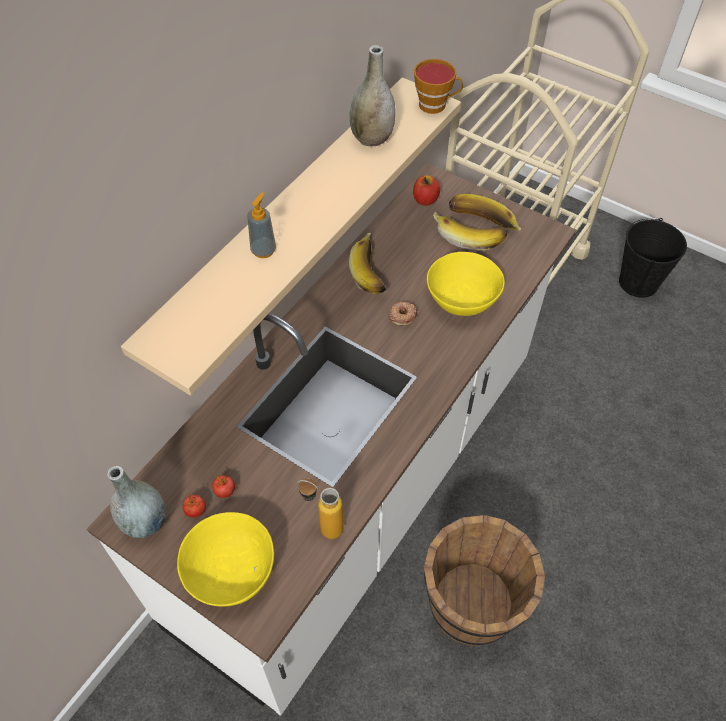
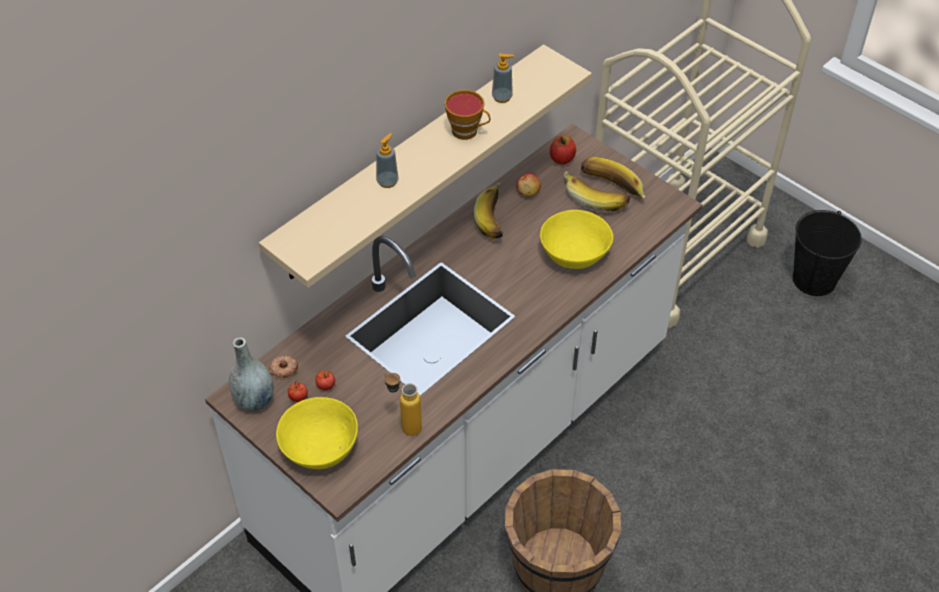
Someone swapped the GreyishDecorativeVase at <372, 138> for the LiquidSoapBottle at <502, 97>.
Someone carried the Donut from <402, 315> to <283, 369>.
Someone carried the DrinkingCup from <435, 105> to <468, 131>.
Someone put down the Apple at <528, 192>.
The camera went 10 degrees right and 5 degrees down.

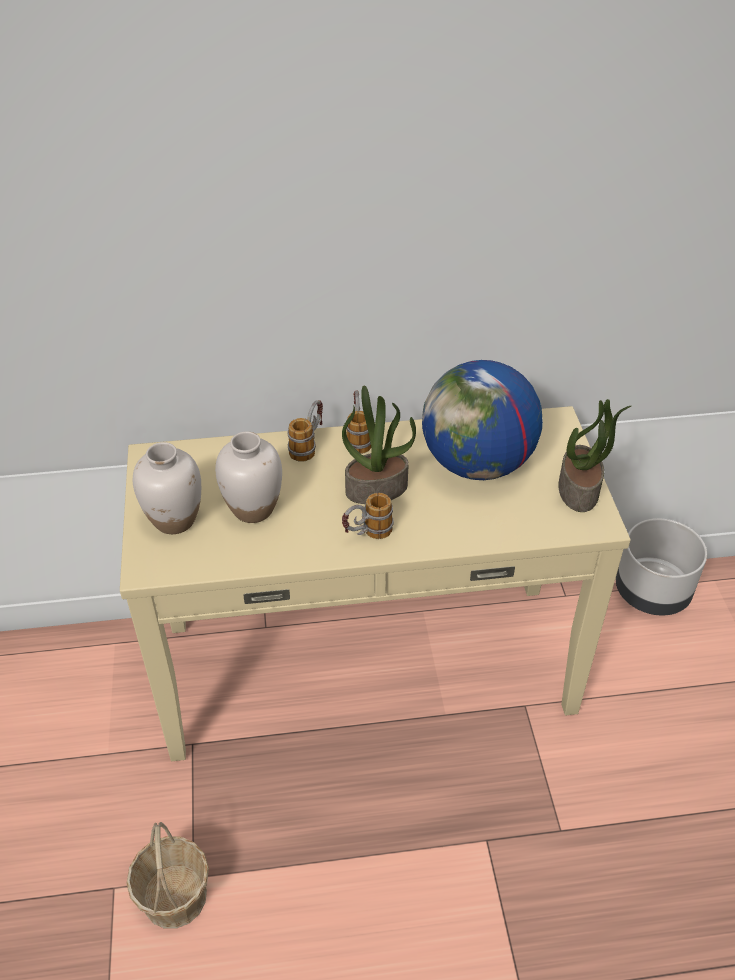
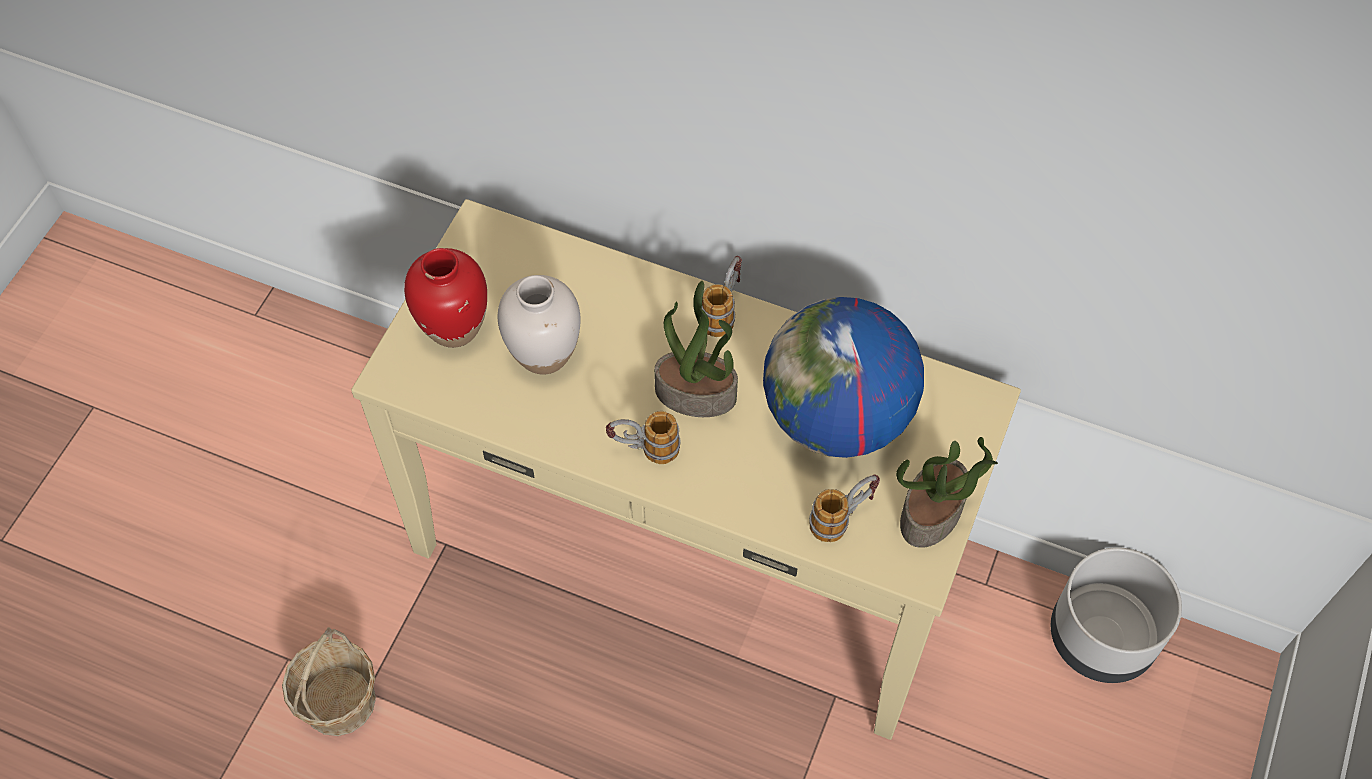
Someone repainted the WhitishDecorativeVase at <175, 520>, which became the RedColouredDecorativeVase at <455, 327>.
Someone carried the Mug from <308, 445> to <842, 517>.
The camera went 30 degrees right and 15 degrees up.

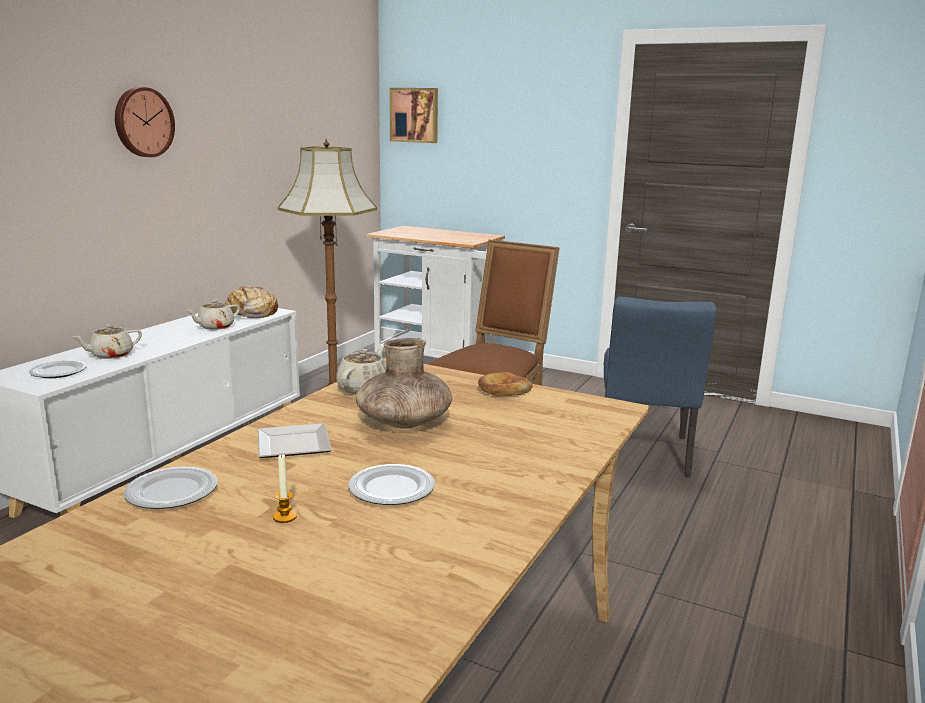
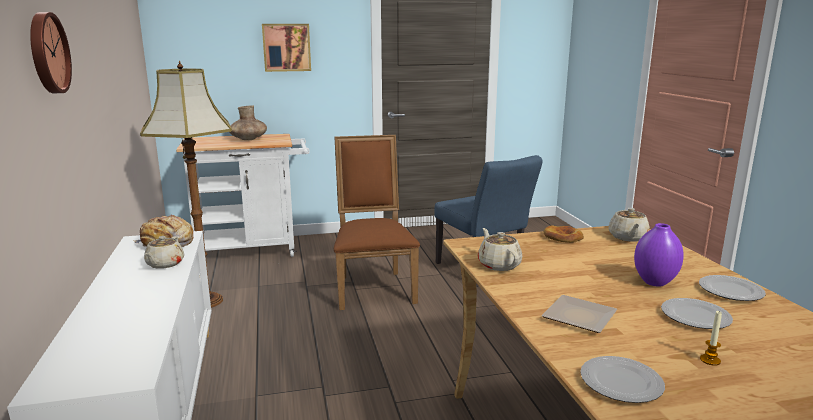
Someone carried the Plate from <58, 372> to <731, 291>.
Someone carried the BeigeColouredTeaPot from <111, 355> to <628, 237>.
Someone carried the BrownishDecorativeVase from <404, 422> to <248, 139>.
Someone carried the WallArt from <415, 115> to <286, 47>.
Someone put down the PurpleColouredDecorativeVase at <654, 282>.
The camera went 40 degrees left and 0 degrees up.

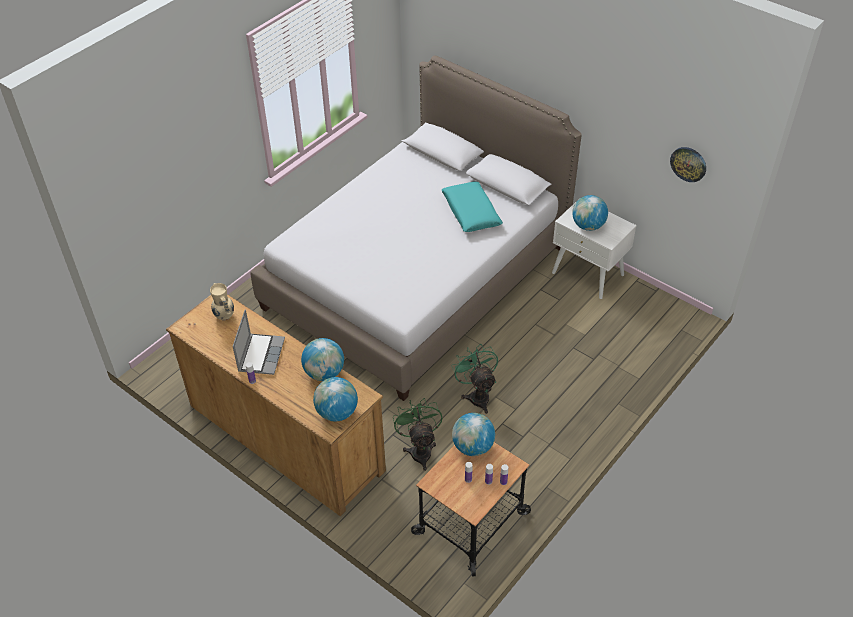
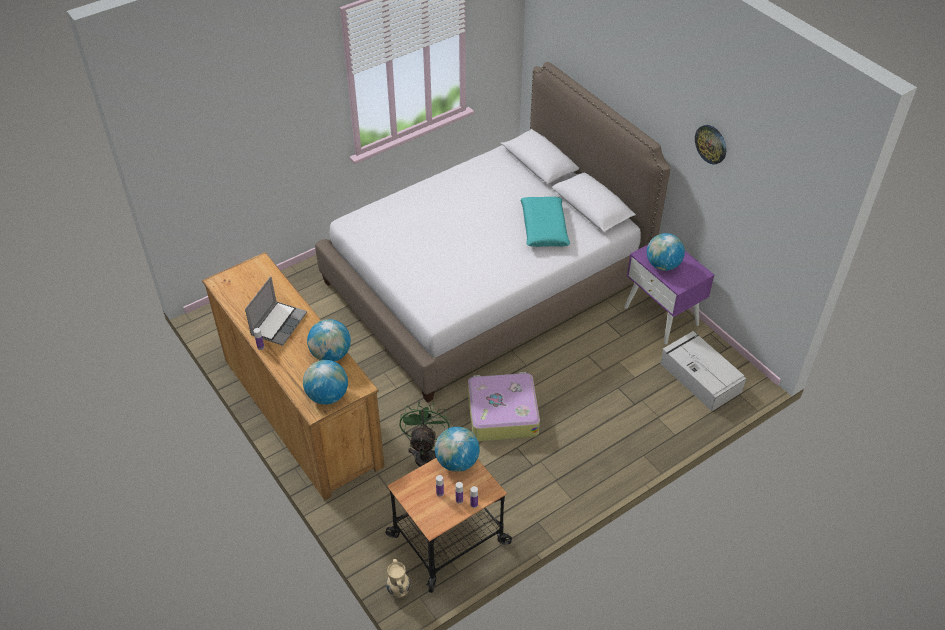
Someone carried the BeigeColouredDecorativeVase from <224, 316> to <398, 591>.
Someone swapped the GreenColouredElectricFan at <477, 395> for the TravelCase at <502, 413>.
Someone repainted the WhitishNightTable at <588, 273>, which became the PurpleColouredNightTable at <662, 316>.
Someone carried the WallClock from <688, 164> to <711, 144>.
Someone put down the GreyishStorageContainer at <699, 376>.
The camera went 15 degrees right and 0 degrees up.

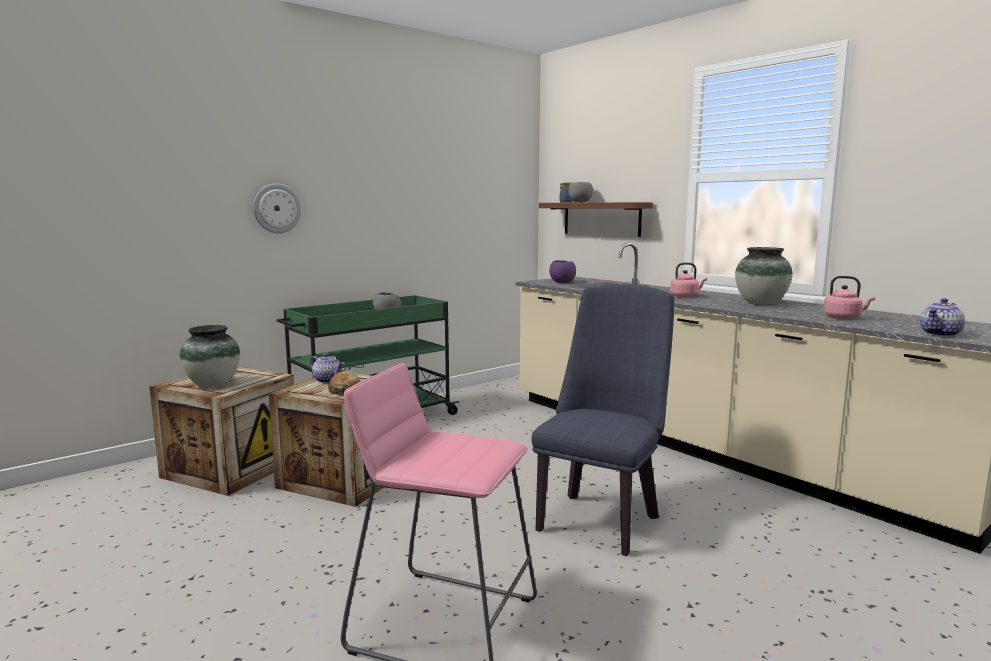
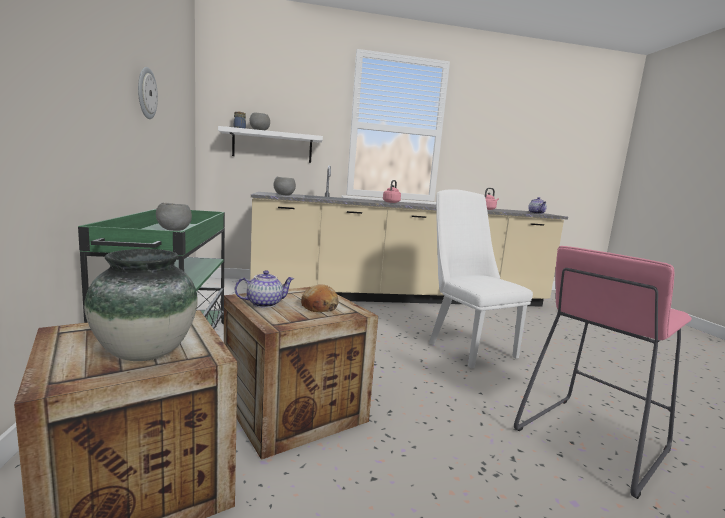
Someone carried the WallClock from <277, 208> to <146, 93>.
Someone repainted the BlueColouredChair at <601, 518>, which became the WhitishChair at <466, 347>.
Someone repainted the BrownishShelf at <601, 218>, which became the WhitishShelf at <272, 146>.
Someone repainted the PurpleColouredDeepDish at <562, 282>, which became the GreyishDeepDish at <284, 195>.
Someone took away the DecorativeVase at <760, 303>.
The camera went 60 degrees left and 0 degrees up.

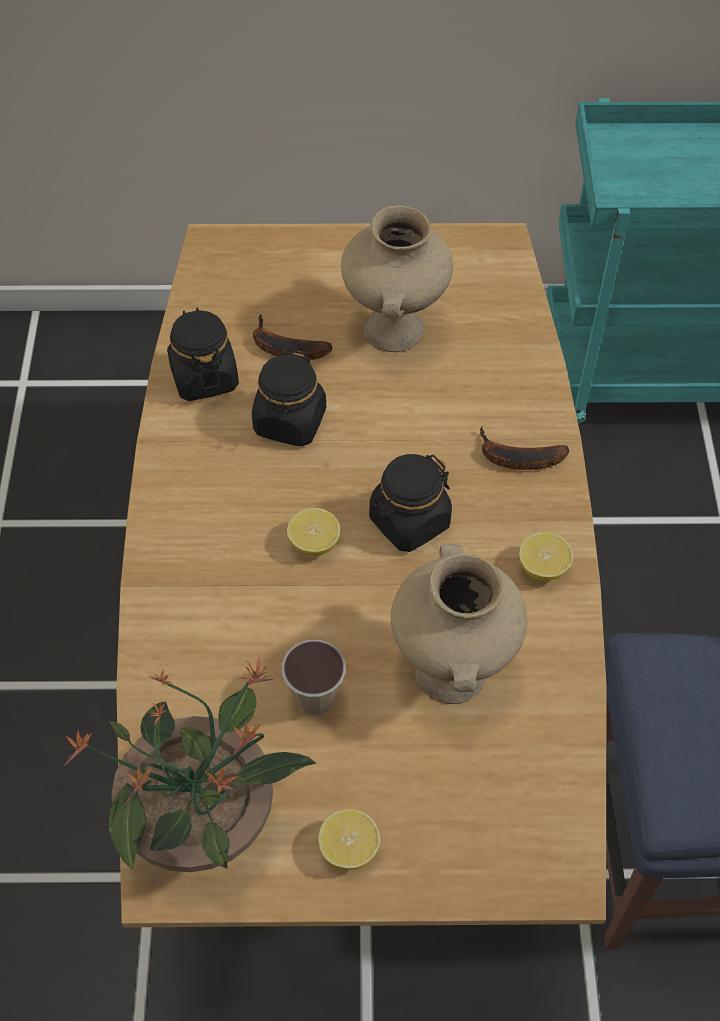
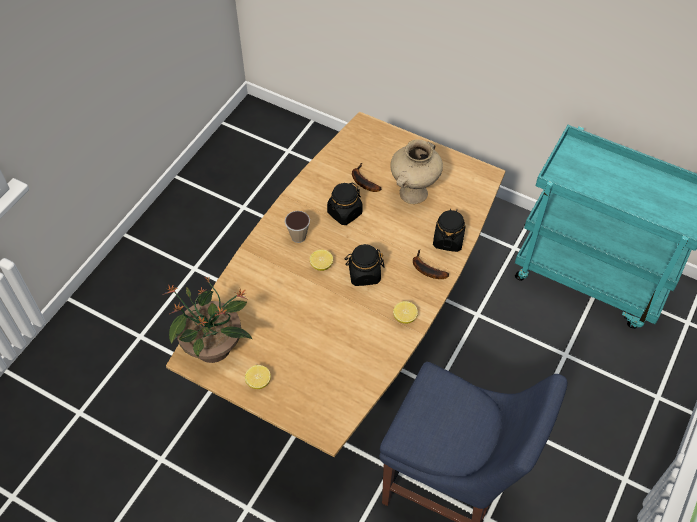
Someone carried the BlackColouredStorageJar from <204, 377> to <448, 240>.
Someone carried the DrinkingCup from <315, 699> to <298, 237>.
Someone took away the BeigeColouredDecorativeVase at <453, 673>.
The camera went 30 degrees right and 0 degrees up.

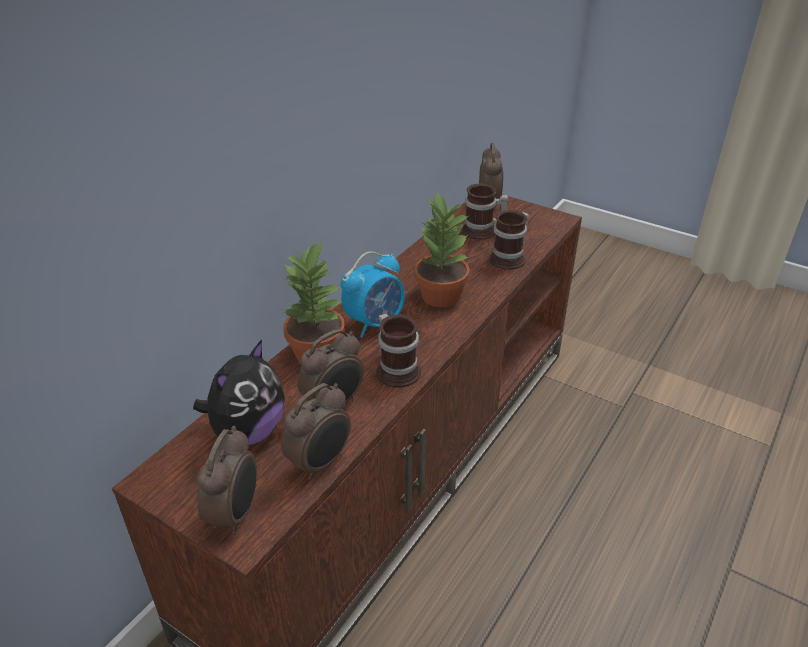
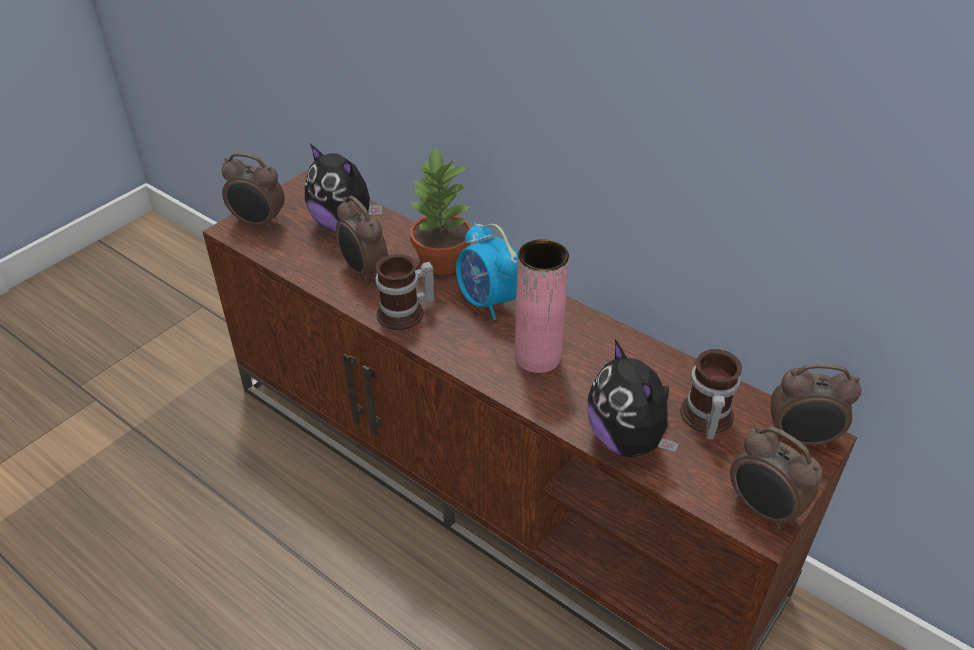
Someone carried the AlarmClock from <321, 463> to <762, 510>.
Someone swapped the Houseplant at <439, 295> for the PinkColouredDecorativeVase at <537, 357>.
Someone swapped the Mug at <510, 258> for the CuddlyToy at <628, 439>.
The camera went 95 degrees right and 5 degrees up.

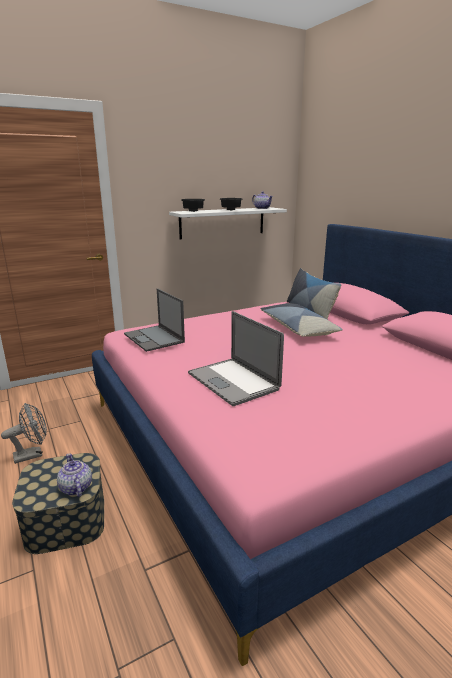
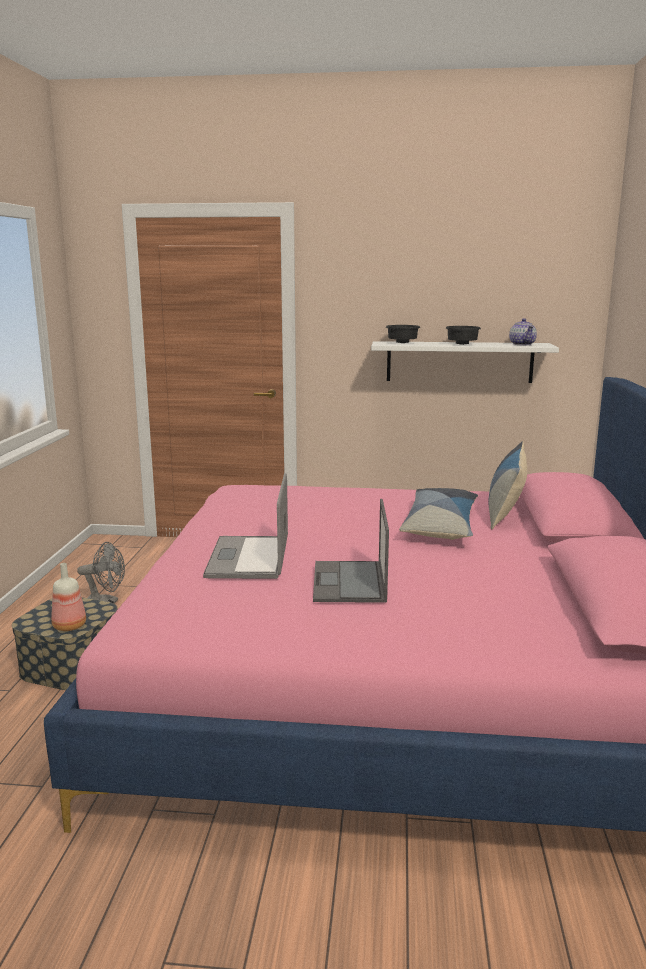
Someone swapped the TeaPot at <75, 488> for the DrinkBottle at <68, 626>.
Someone carried the Laptop from <154, 338> to <349, 582>.
The camera went 35 degrees right and 5 degrees down.

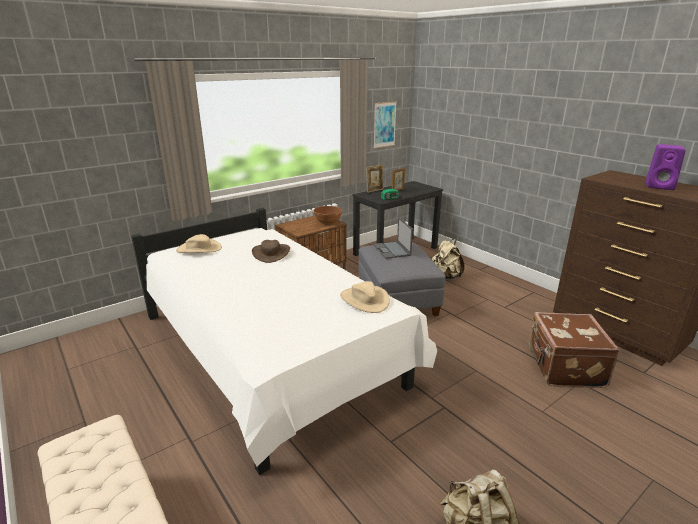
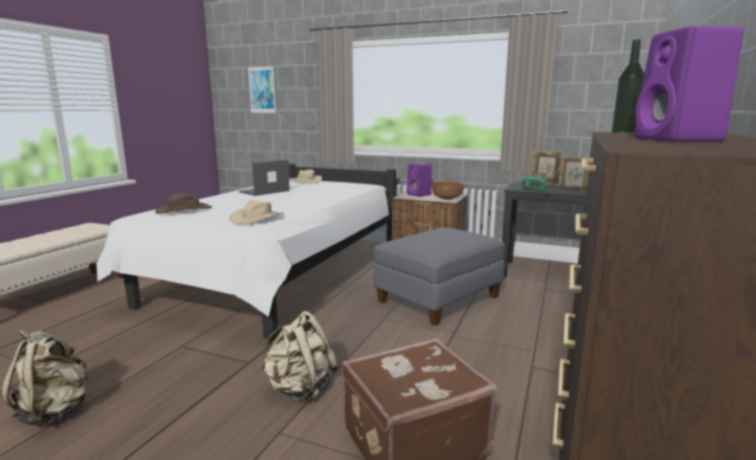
Someone carried the BrownishWearableHat from <271, 253> to <184, 210>.
Someone carried the WallArt from <384, 124> to <262, 90>.
Someone carried the Laptop from <392, 250> to <264, 191>.
Someone carried the BeigeColouredKnapsack from <445, 277> to <300, 389>.
Someone put down the PurpleColouredAudioSpeaker at <420, 195>.
Someone put down the DrinkBottle at <624, 133>.
The camera went 60 degrees right and 10 degrees down.

